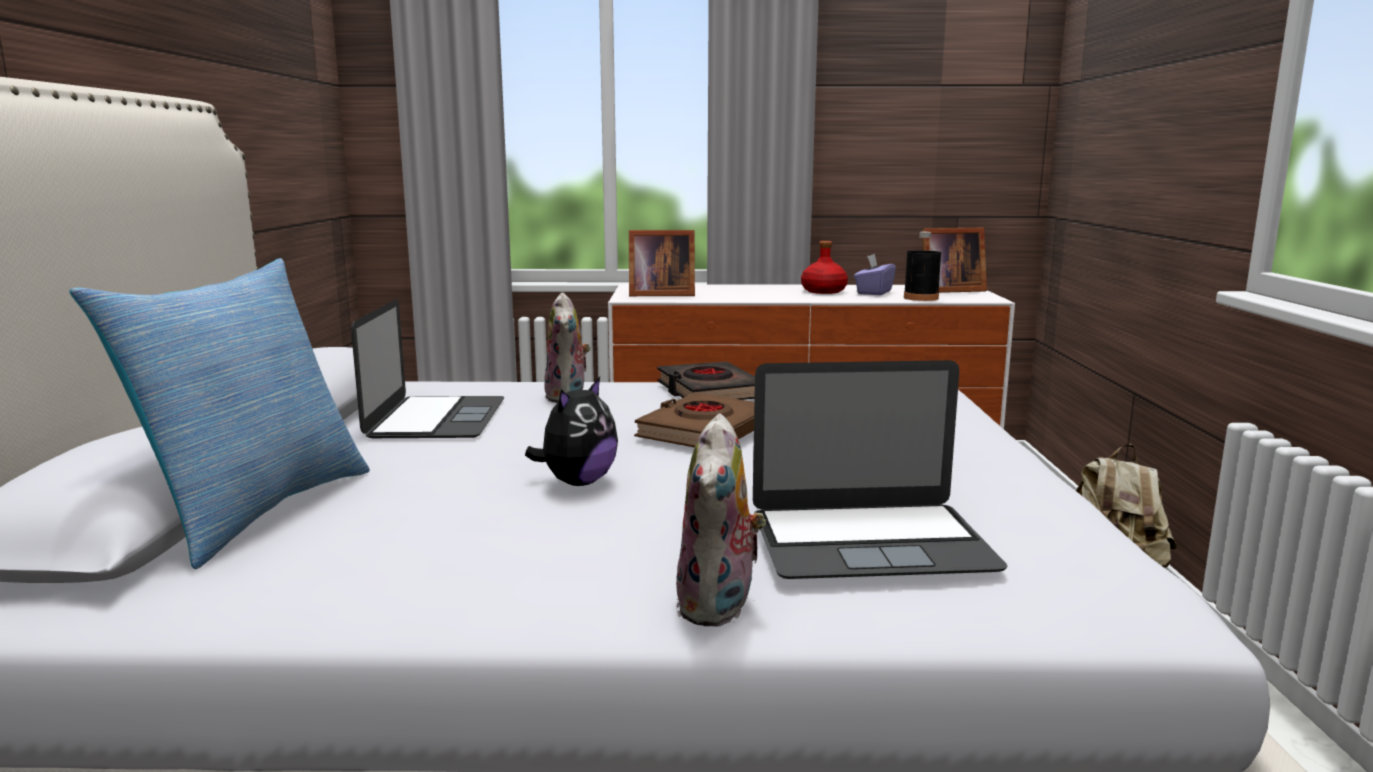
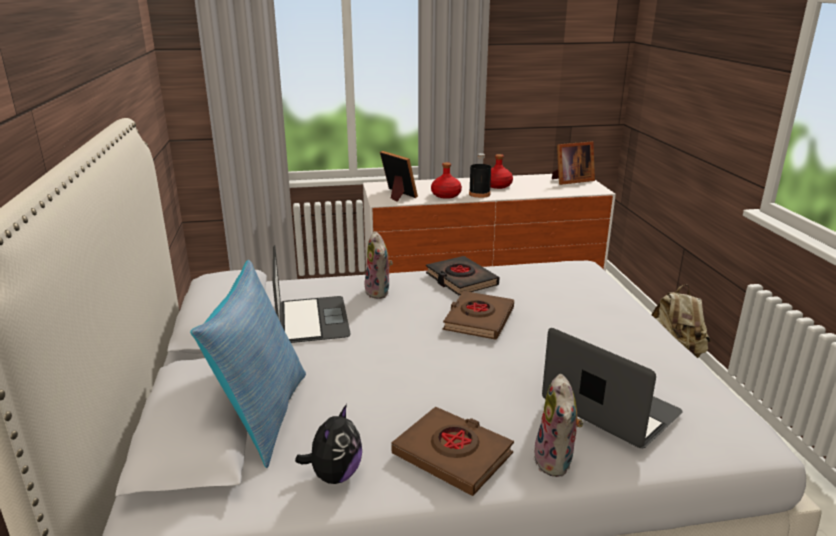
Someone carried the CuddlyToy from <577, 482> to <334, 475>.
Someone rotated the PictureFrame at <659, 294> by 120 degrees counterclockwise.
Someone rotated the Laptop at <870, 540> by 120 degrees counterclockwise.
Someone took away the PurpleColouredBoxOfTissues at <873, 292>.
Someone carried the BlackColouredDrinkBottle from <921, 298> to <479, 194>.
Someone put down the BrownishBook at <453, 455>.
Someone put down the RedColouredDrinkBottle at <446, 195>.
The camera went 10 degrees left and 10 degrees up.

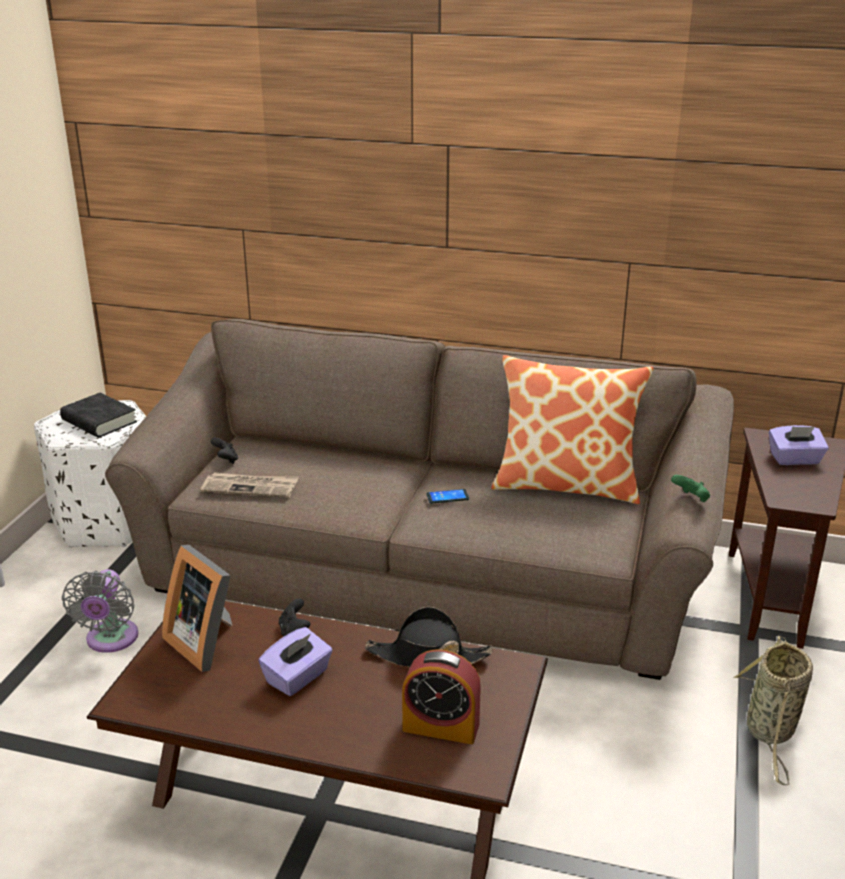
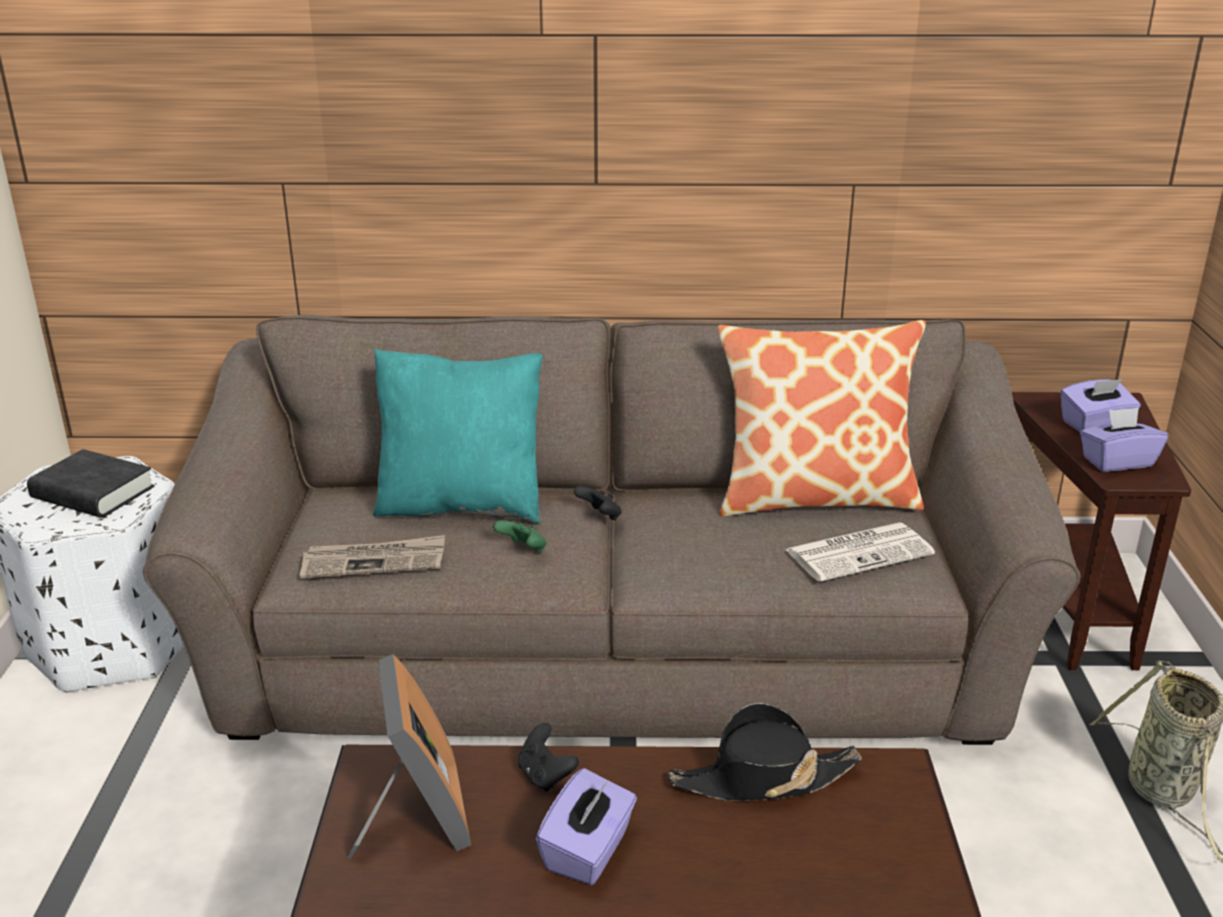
Someone took away the GreyishElectricFan at <110, 640>.
Someone rotated the PictureFrame at <206, 642> by 135 degrees counterclockwise.
Someone carried the BlackColouredJoypad from <226, 460> to <600, 516>.
Someone took away the AlarmClock at <441, 727>.
Someone took away the Phone at <447, 497>.
Someone carried the GreenColouredJoypad from <691, 499> to <523, 550>.
Someone put down the TurquoisePillow at <462, 505>.
Someone put down the DailyPaper at <860, 552>.
Someone put down the PurpleColouredBoxOfTissues at <1117, 461>.
The camera went 15 degrees left and 0 degrees up.

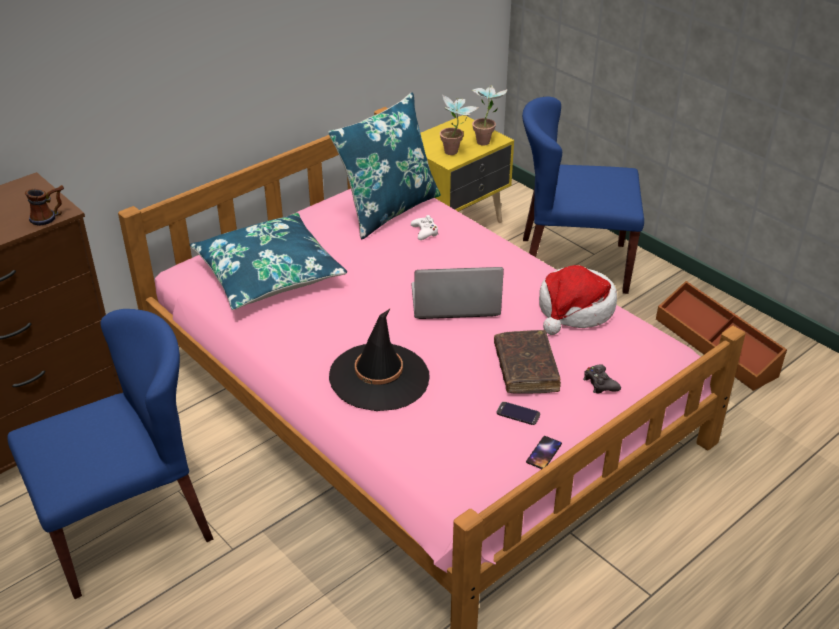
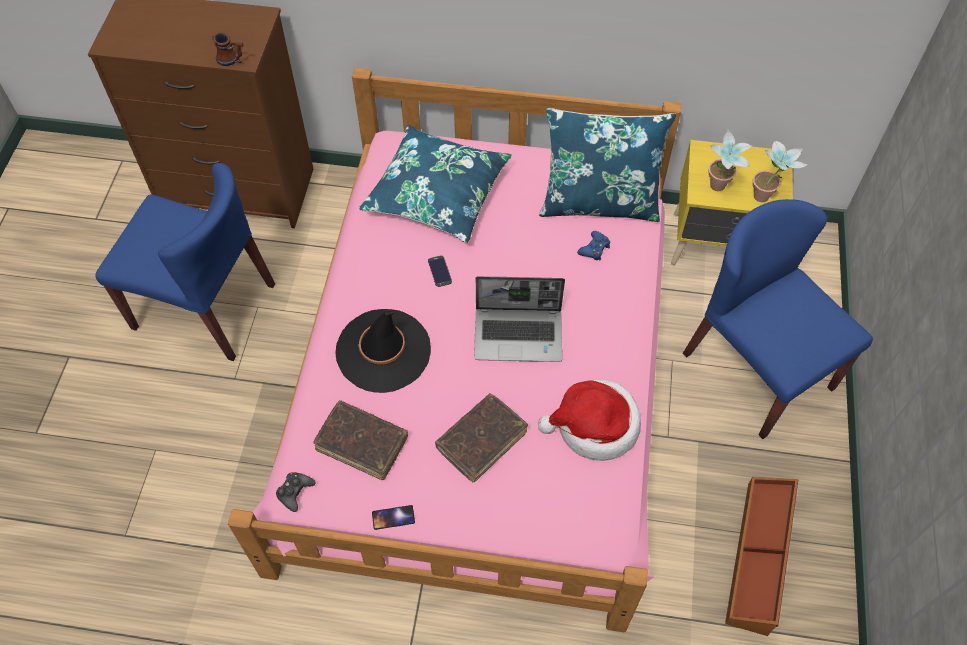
Someone repainted the WhitishJoypad at <425, 232>, which became the BlueColouredJoypad at <594, 249>.
Someone rotated the Laptop at <454, 302> by 135 degrees clockwise.
Someone carried the Phone from <518, 413> to <439, 271>.
Someone carried the BlackColouredJoypad from <600, 383> to <295, 492>.
Someone put down the BrownishBook at <362, 444>.
The camera went 50 degrees right and 20 degrees up.

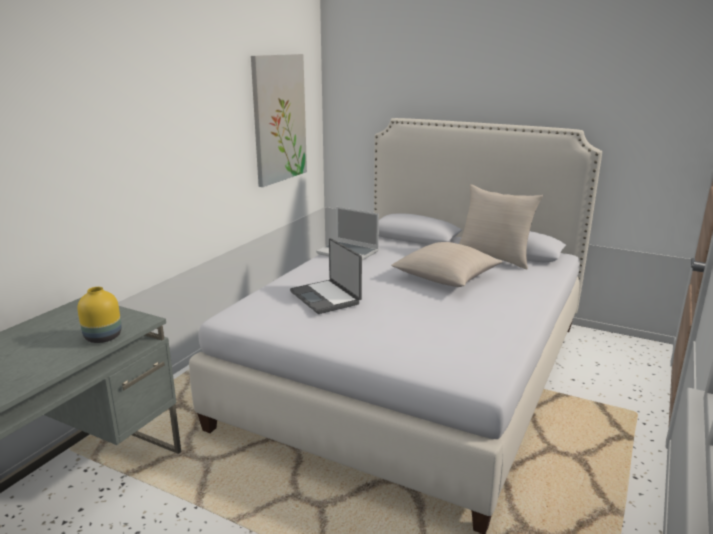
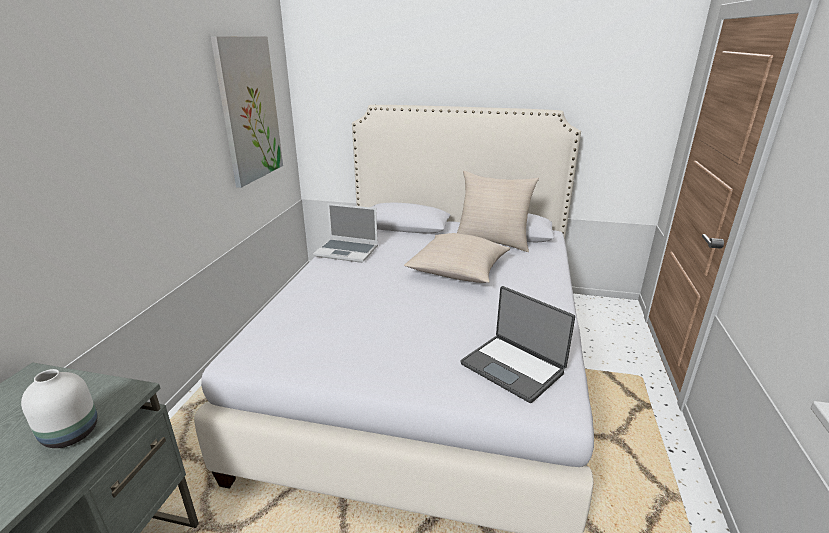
Someone repainted the YellowishDecorativeVase at <102, 337>, which became the WhitishDecorativeVase at <69, 434>.
Someone carried the Laptop from <326, 297> to <513, 367>.
The camera went 15 degrees left and 5 degrees up.

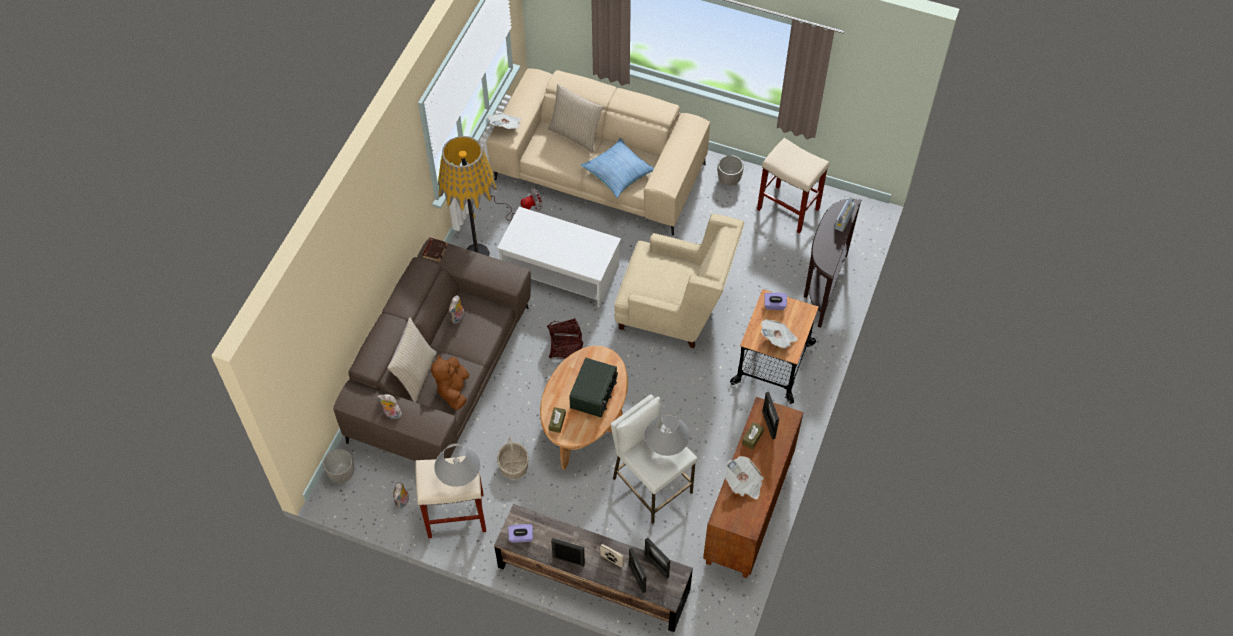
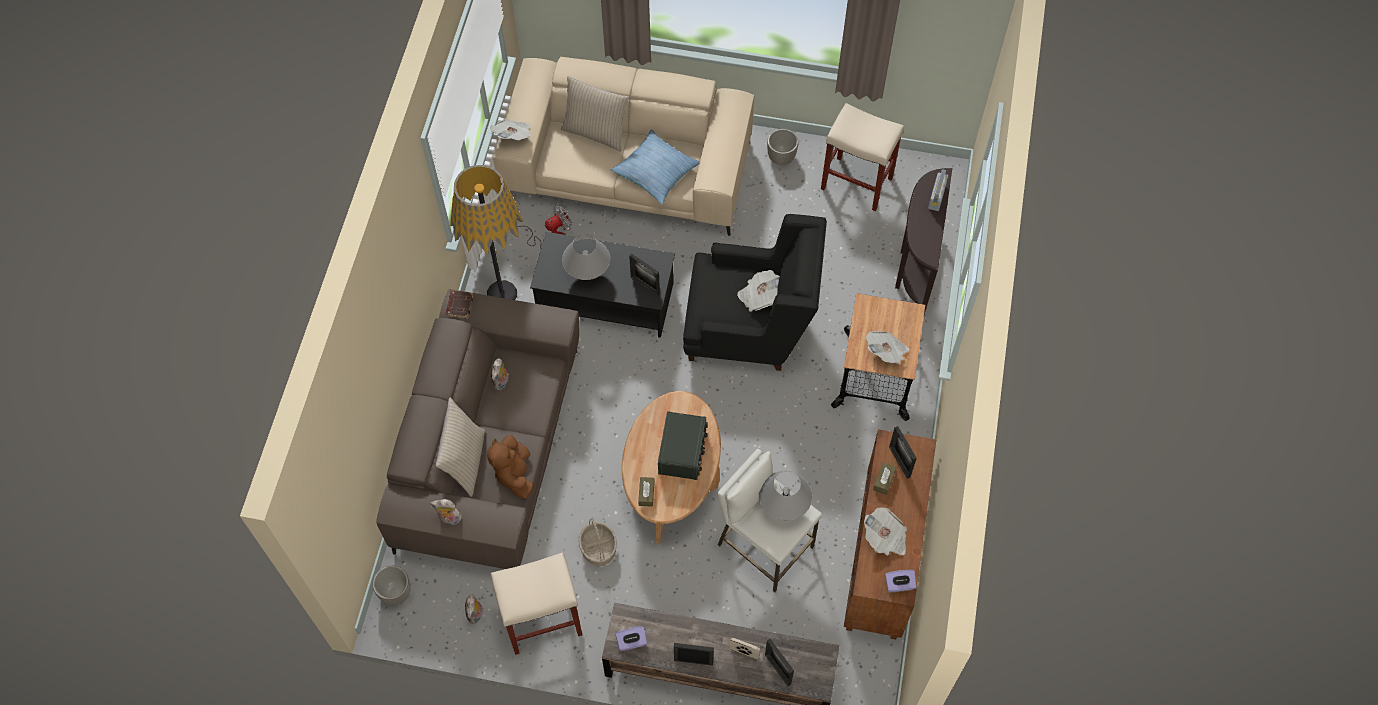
Someone carried the GreyishLampForATable from <459, 477> to <587, 272>.
Someone repainted the WhitishLowTable at <561, 271>, which became the BlackColouredLowTable at <606, 299>.
Someone took away the StorageBasket at <565, 347>.
Someone repainted the BeigeColouredEasyChair at <676, 311>, which became the BlackColouredEasyChair at <751, 328>.
Someone carried the PictureFrame from <656, 566> to <645, 286>.
Someone carried the PurpleColouredBoxOfTissues from <774, 305> to <899, 585>.
Someone put down the DailyPaper at <759, 296>.
The camera went 10 degrees left and 5 degrees up.

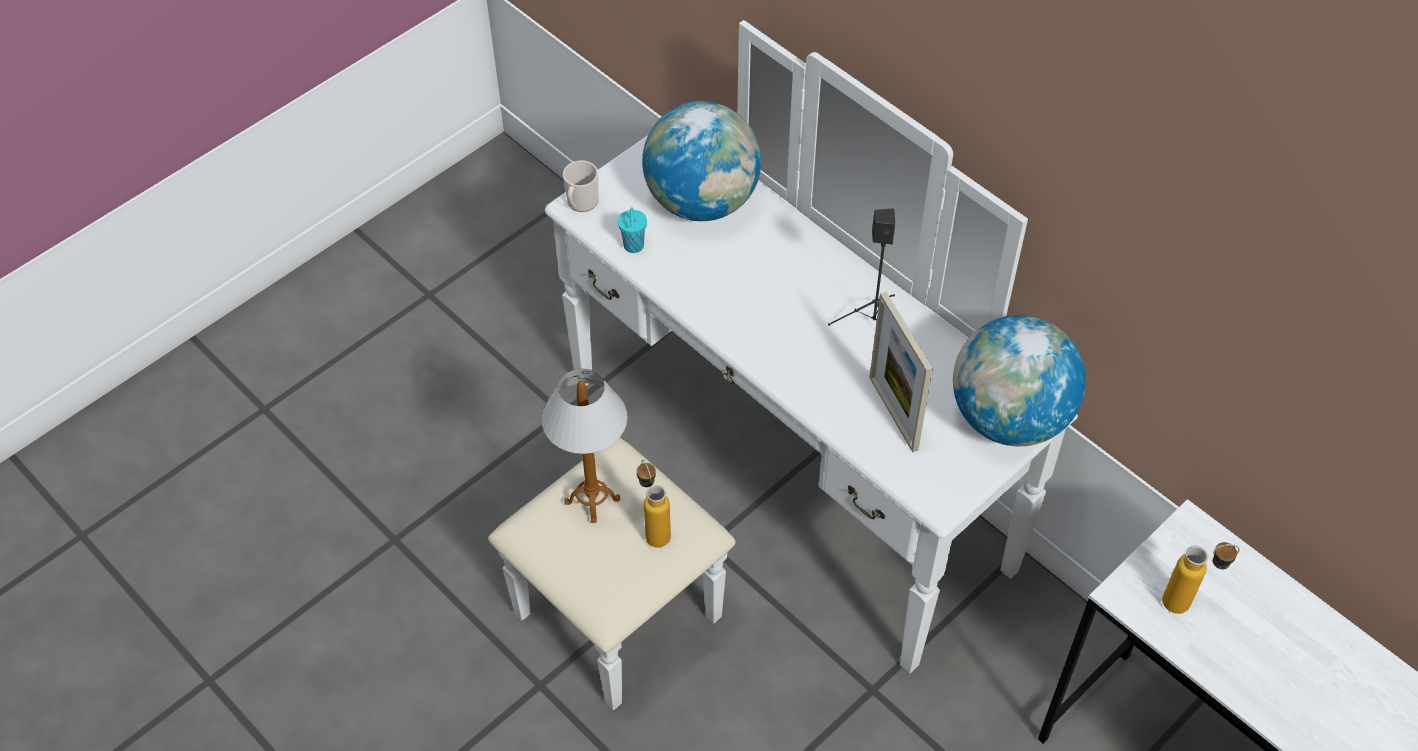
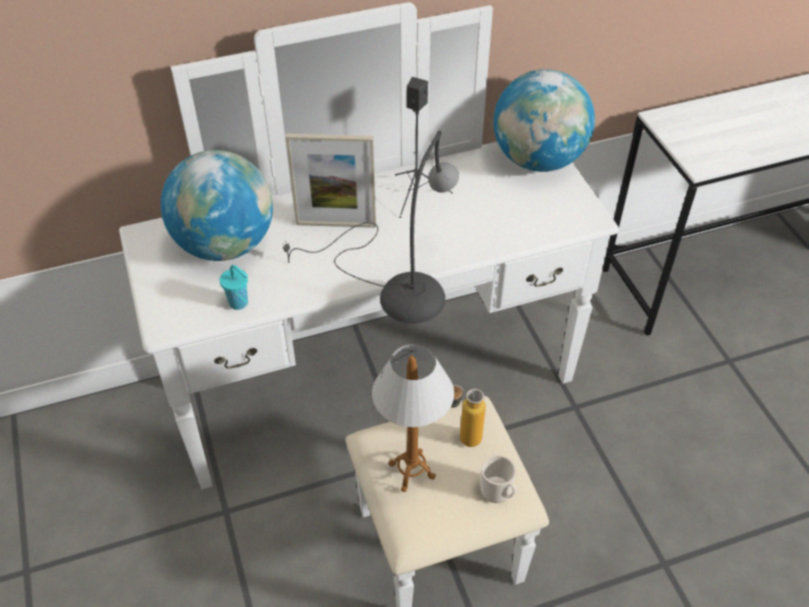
Someone carried the Mug from <581, 203> to <498, 492>.
Someone carried the PictureFrame from <893, 413> to <336, 224>.
Someone took away the DrinkBottle at <1187, 602>.
Someone put down the GreyishLampForATable at <395, 286>.
The camera went 65 degrees left and 5 degrees down.

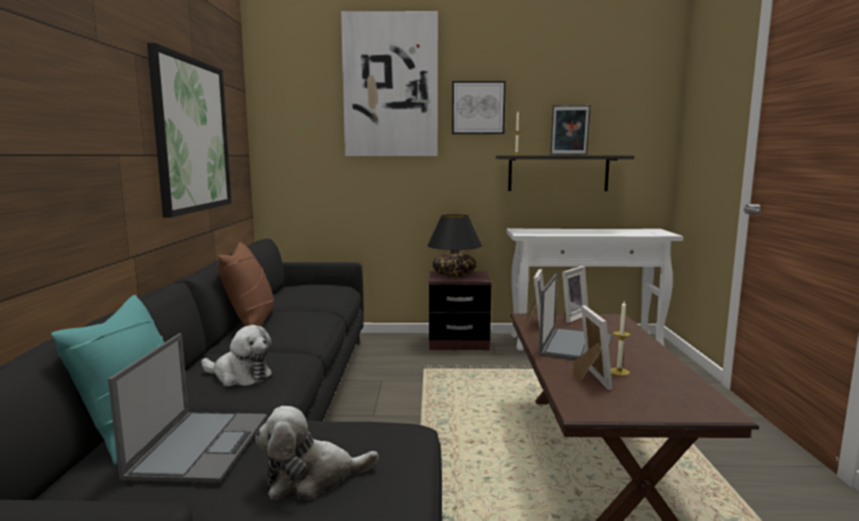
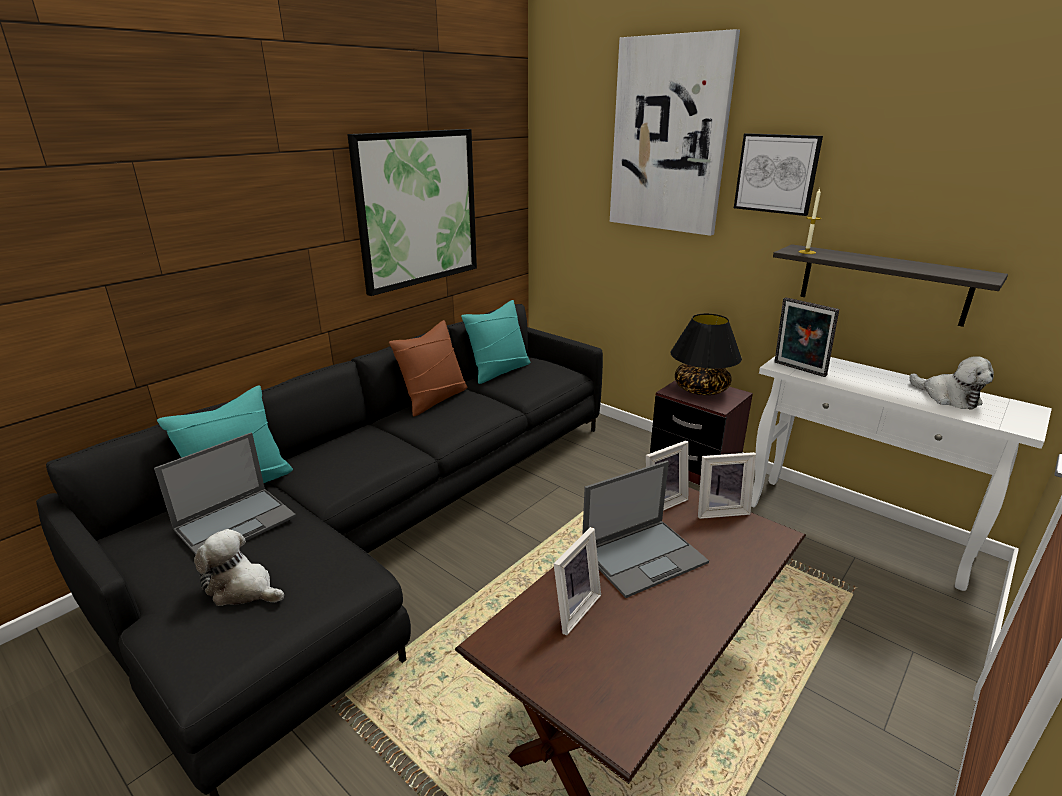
Someone carried the CuddlyToy from <239, 376> to <948, 397>.
Someone carried the PictureFrame from <568, 155> to <798, 370>.
Someone took away the WaxCandle at <619, 371>.
Someone put down the TurquoisePillow at <498, 371>.
The camera went 40 degrees right and 15 degrees up.

